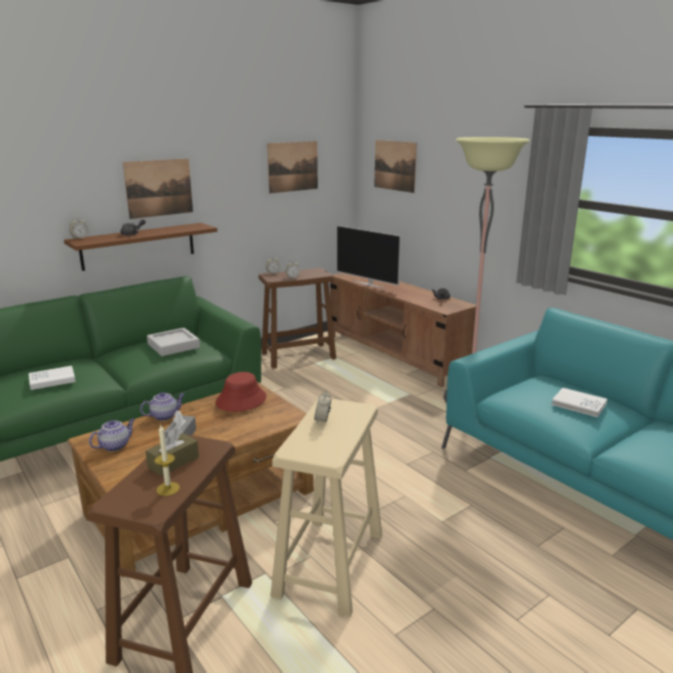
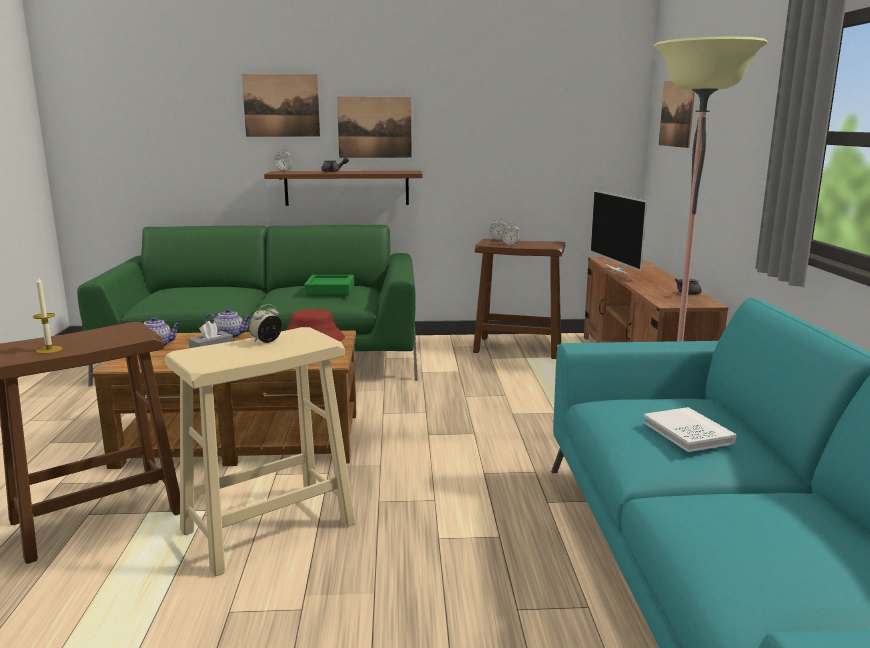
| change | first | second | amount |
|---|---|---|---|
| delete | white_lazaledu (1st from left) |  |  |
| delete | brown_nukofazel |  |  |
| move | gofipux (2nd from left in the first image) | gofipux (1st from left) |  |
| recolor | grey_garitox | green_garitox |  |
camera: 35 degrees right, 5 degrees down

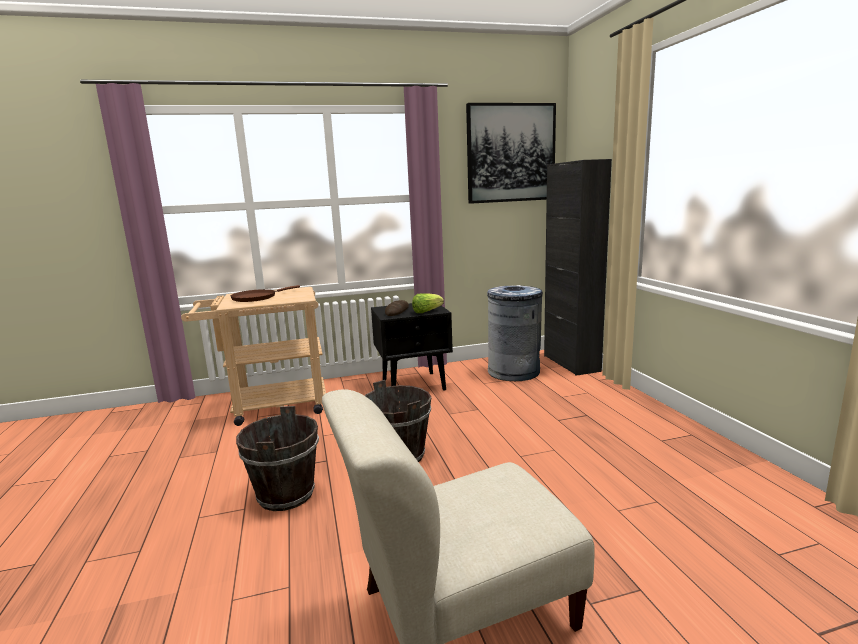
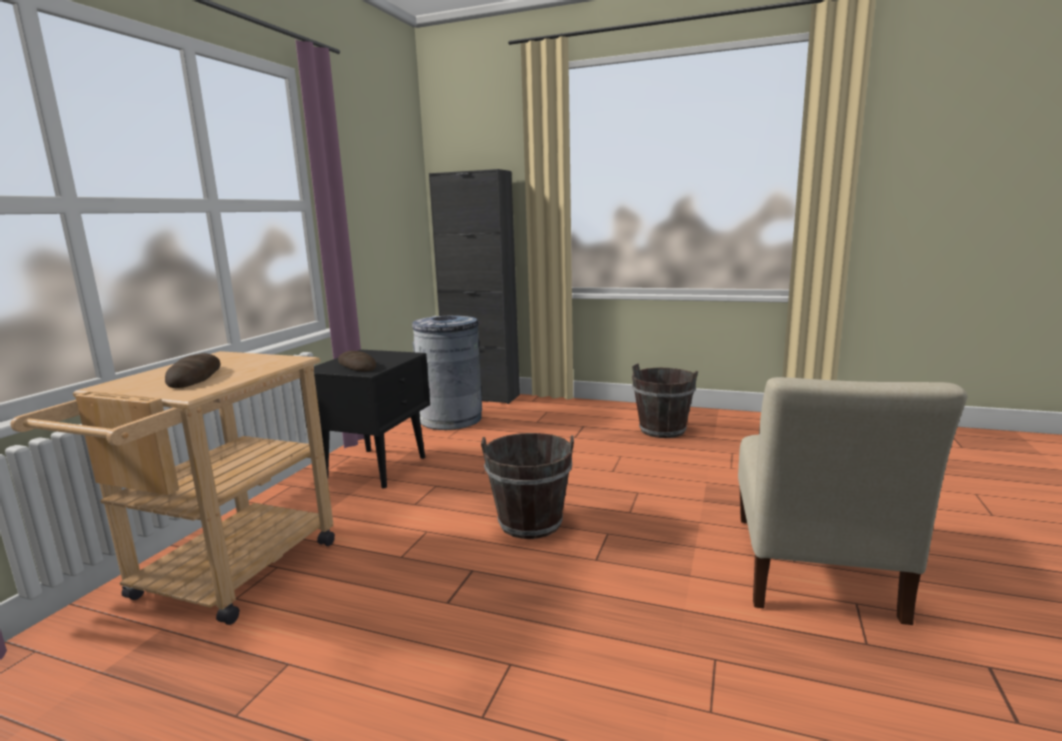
| change | first | second | amount |
|---|---|---|---|
| delete | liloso |  |  |
| delete | gofipux |  |  |
| move | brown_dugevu (1st from left in the first image) | brown_dugevu (2nd from left) |  |
| replace | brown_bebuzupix | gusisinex (1st from left) |  |
camera: 55 degrees left, 0 degrees up

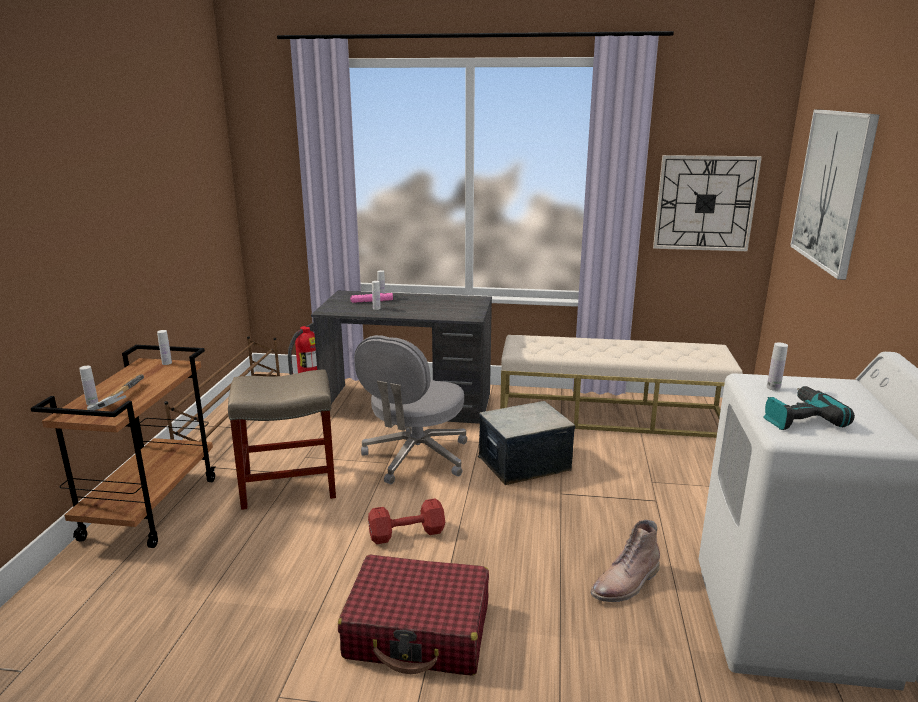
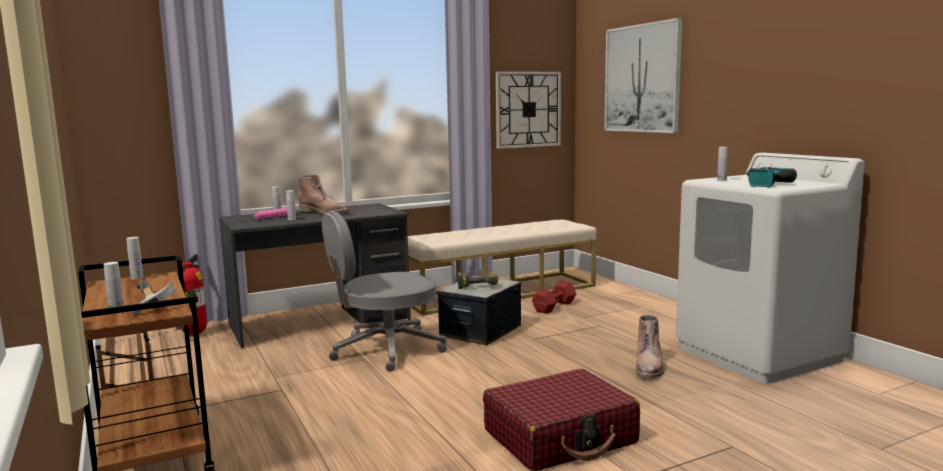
| change | first | second | amount |
|---|---|---|---|
| delete | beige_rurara |  |  |
| insert |  | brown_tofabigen (1st from left) |  |
| insert |  | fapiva (1st from left) |  |
| move | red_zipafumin |  |  |
| rotate | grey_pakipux |  | 75 degrees clockwise |
camera: 35 degrees left, 10 degrees down

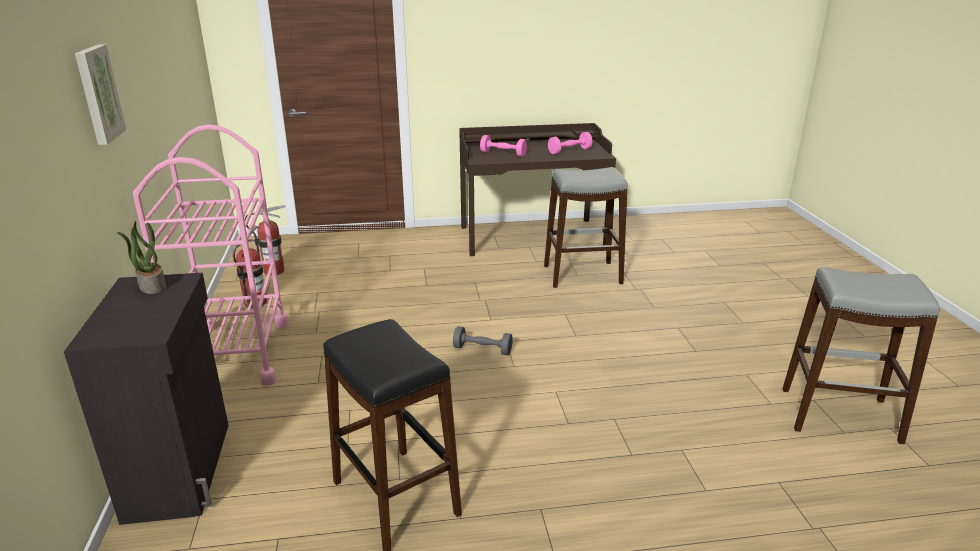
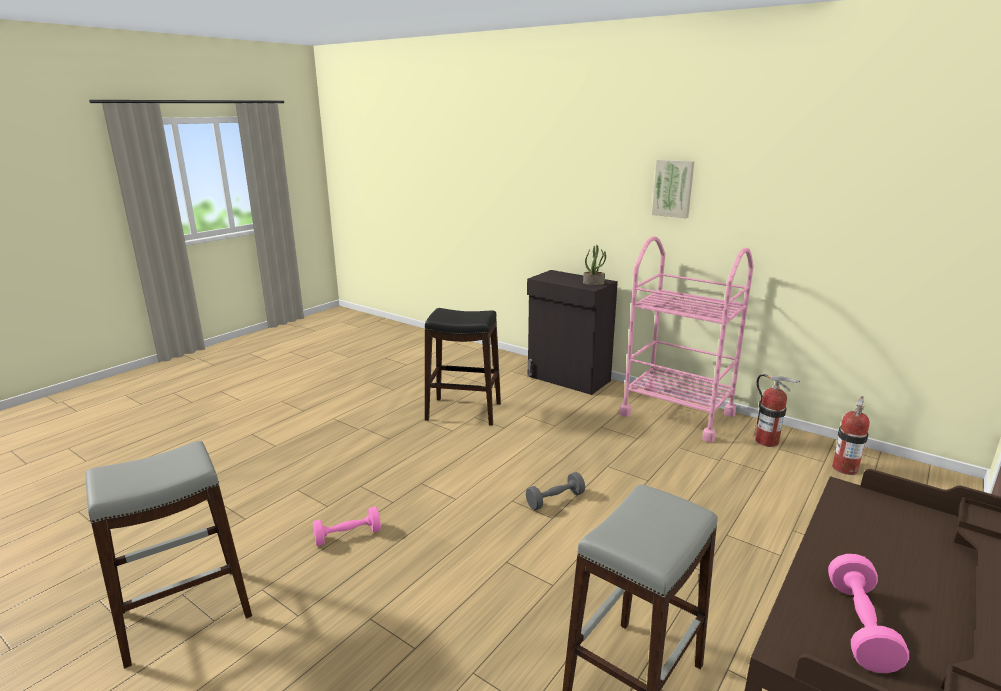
| change | first | second | amount |
|---|---|---|---|
| move | pink_zipafumin (1st from left) |  |  |
camera: 135 degrees right, 5 degrees down

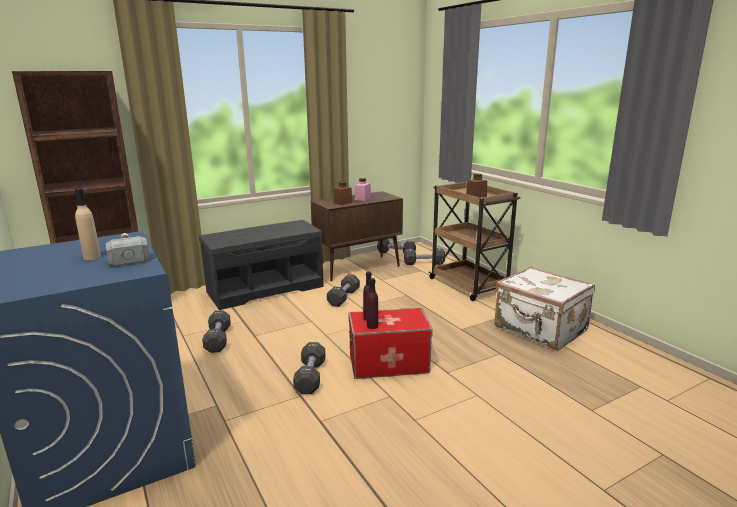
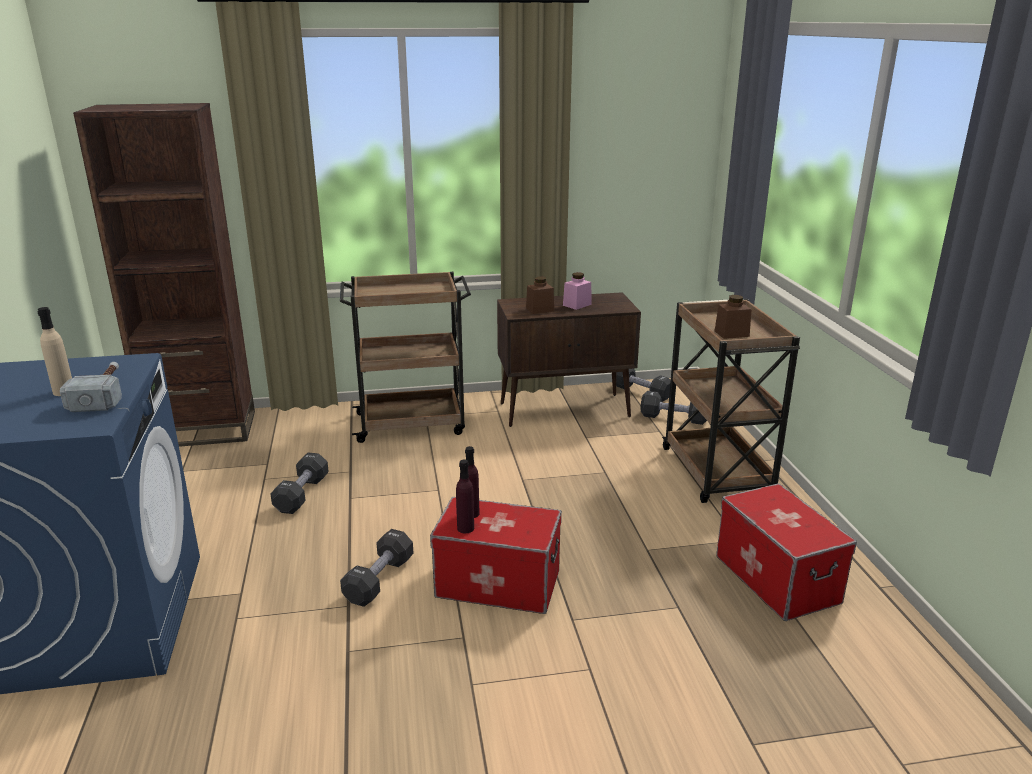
| change | first | second | amount |
|---|---|---|---|
| delete | black_zipafumin (3rd from left) |  |  |
| replace | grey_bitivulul | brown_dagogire (1st from left) |  |
| replace | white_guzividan | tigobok (2nd from left) |  |
camera: 20 degrees right, 5 degrees up

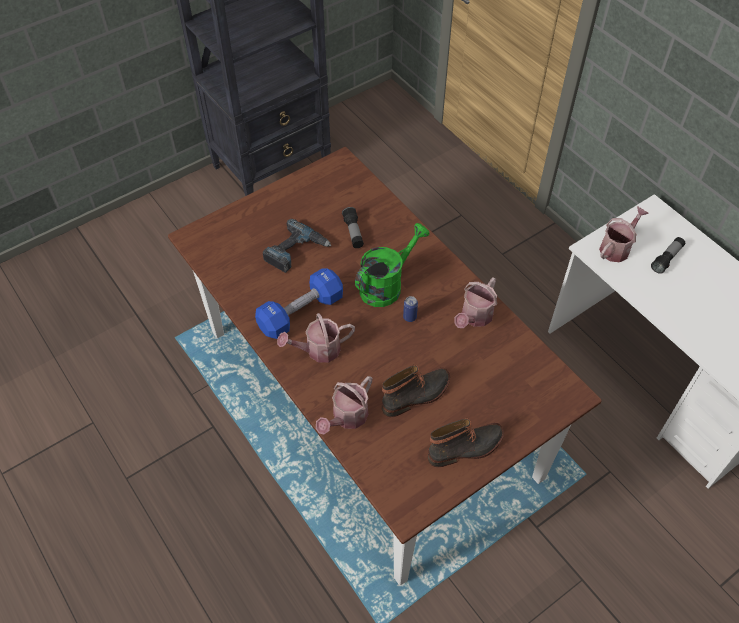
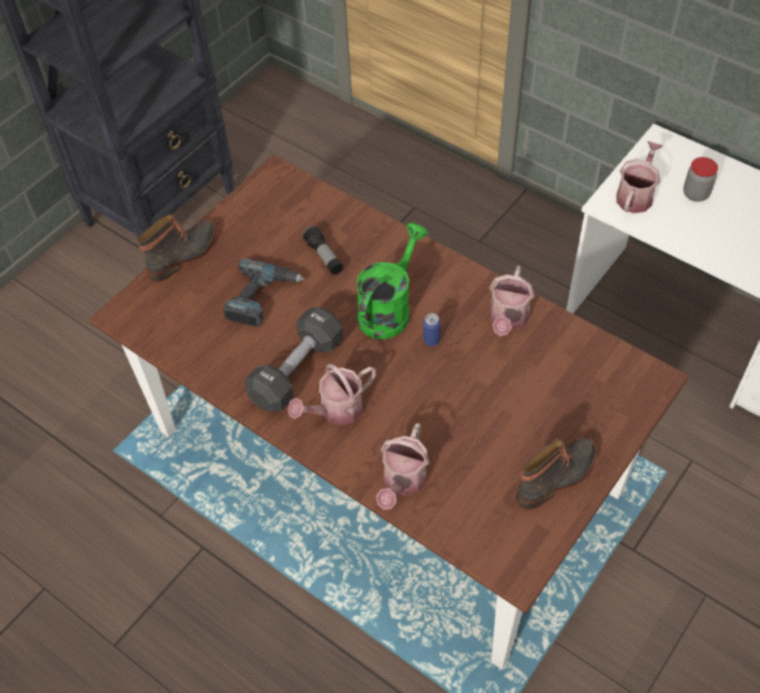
| change | first | second | amount |
|---|---|---|---|
| move | tofabigen (1st from left) |  |  |
| replace | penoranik (2nd from left) | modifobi |  |
| recolor | blue_zipafumin | black_zipafumin |  |
camera: 15 degrees left, 0 degrees up

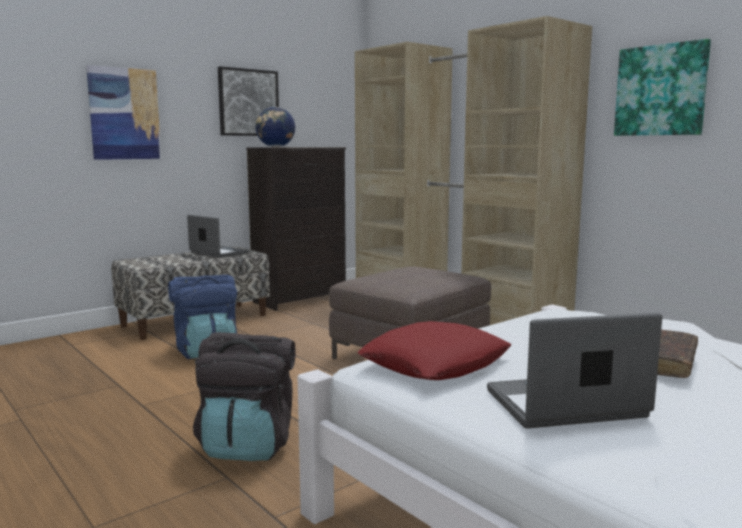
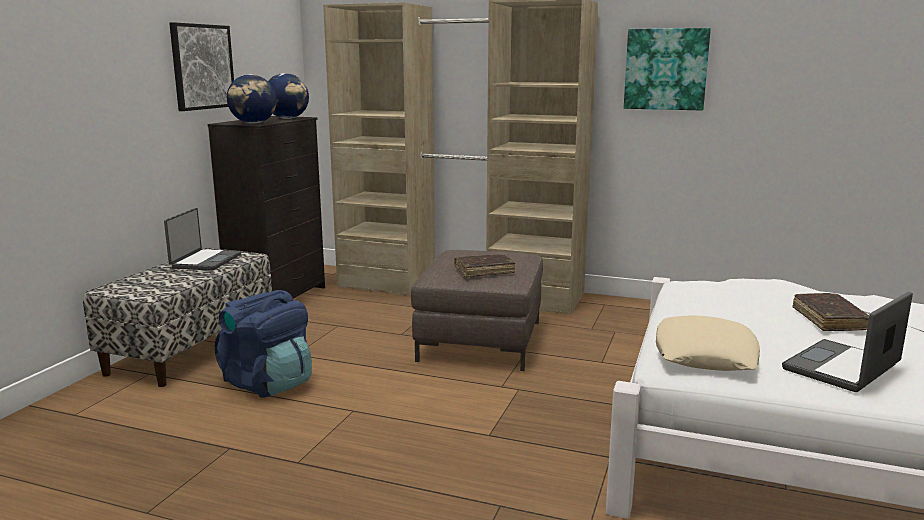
| change | first | second | amount |
|---|---|---|---|
| delete | gofipux (1st from left) |  |  |
| delete | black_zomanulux |  |  |
| insert |  | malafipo (2nd from left) |  |
| insert |  | brown_lazaledu (1st from left) |  |
| recolor | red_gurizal | beige_gurizal |  |
| rotate | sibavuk (1st from left) |  | 90 degrees clockwise |
camera: 30 degrees left, 5 degrees up

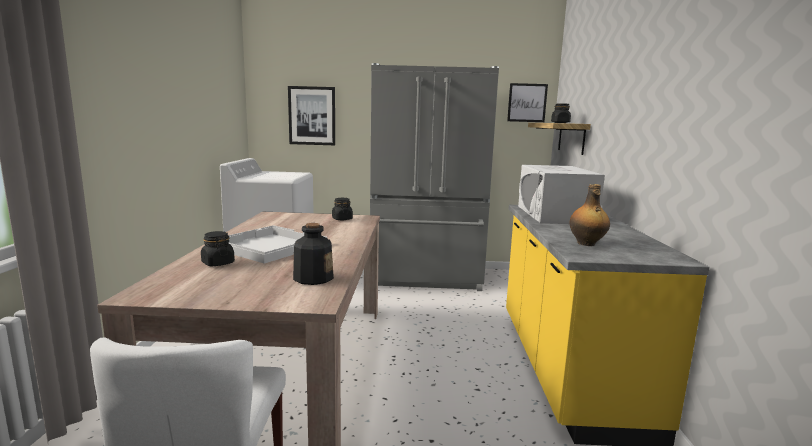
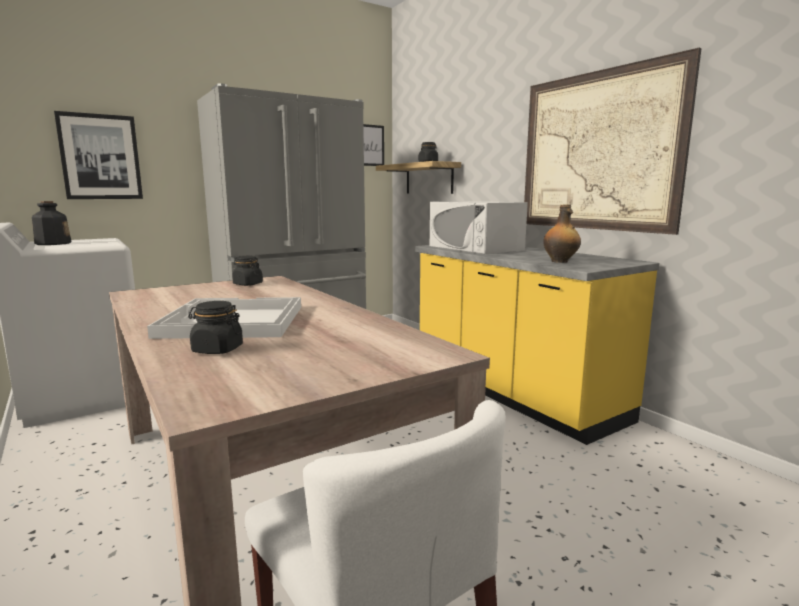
| change | first | second | amount |
|---|---|---|---|
| insert |  | gofipux (3rd from left) |  |
| move | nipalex (1st from left) |  |  |
camera: 35 degrees left, 0 degrees up

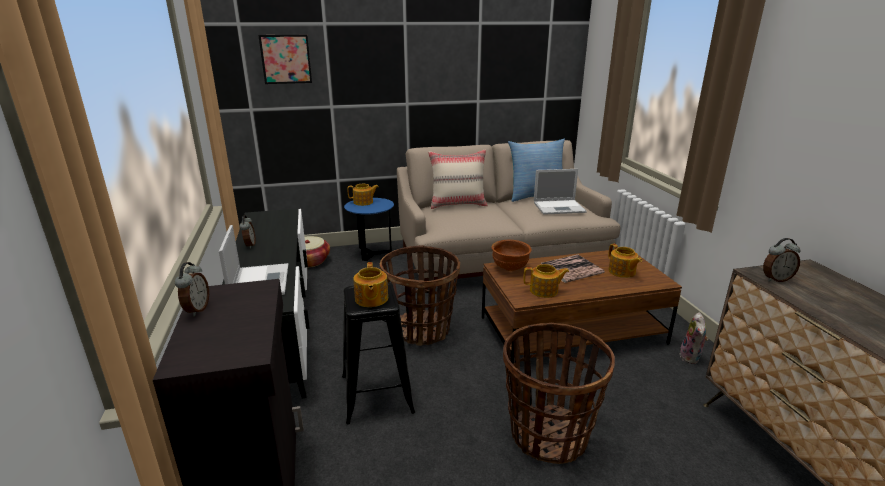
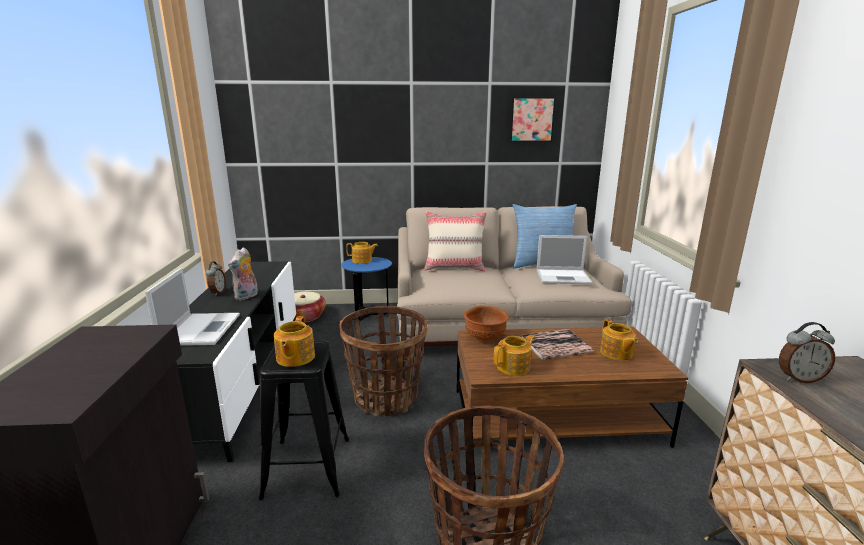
| change | first | second | amount |
|---|---|---|---|
| delete | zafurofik (1st from left) |  |  |
| move | gofipux |  |  |
| move | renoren |  |  |
| rotate | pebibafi (3rd from left) |  | 45 degrees counterclockwise |
camera: 10 degrees right, 5 degrees down

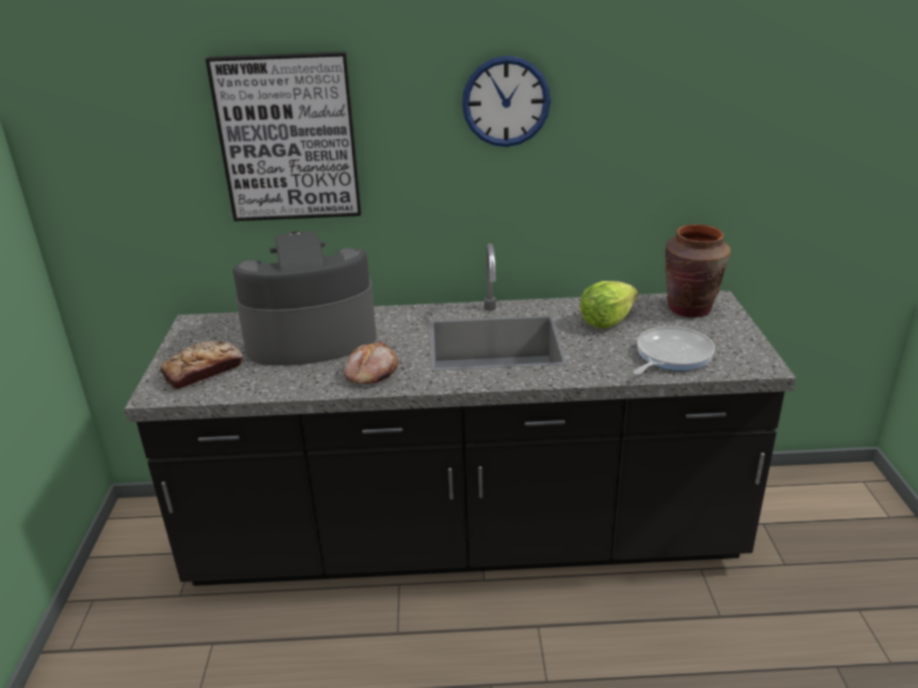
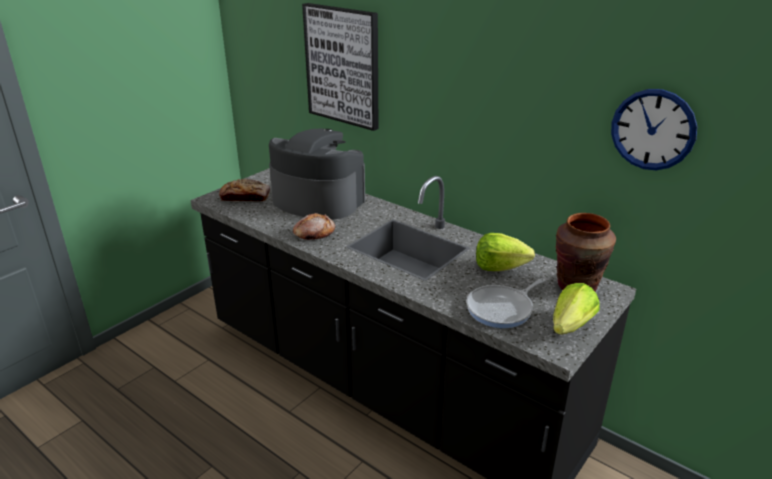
| change | first | second | amount |
|---|---|---|---|
| insert |  | liloso (2nd from left) |  |
| move | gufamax |  |  |
| rotate | bebuzupix |  | 150 degrees clockwise |
camera: 40 degrees right, 0 degrees up

